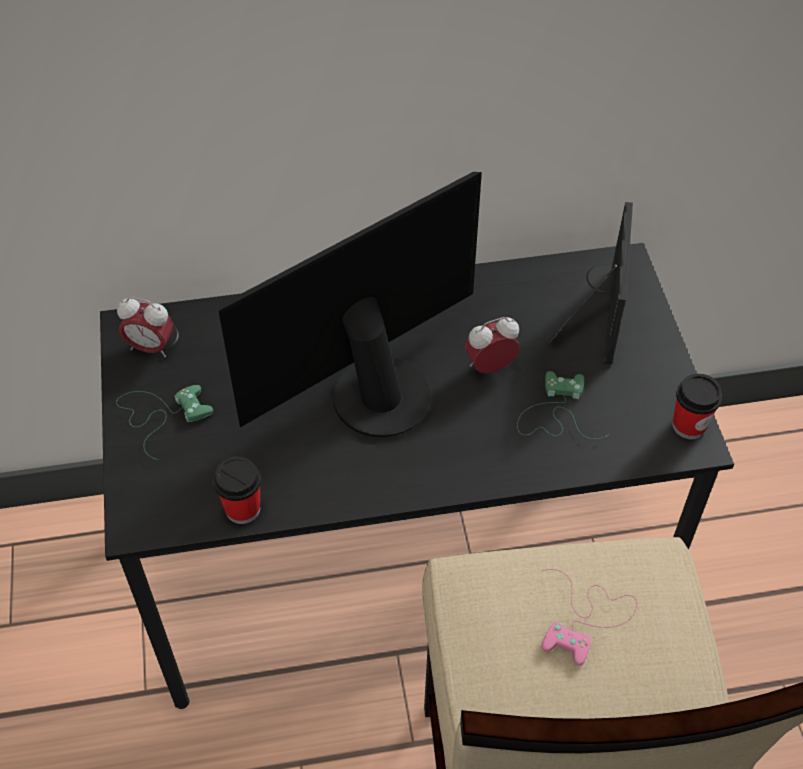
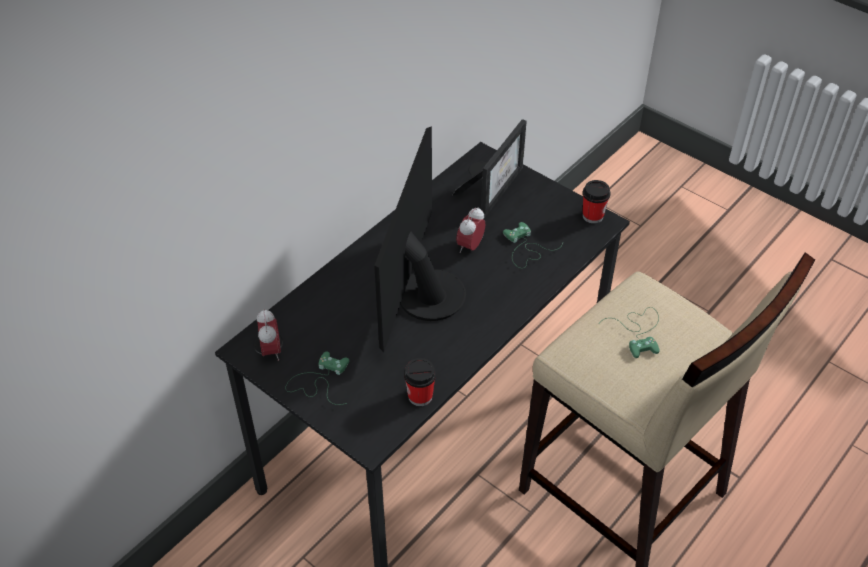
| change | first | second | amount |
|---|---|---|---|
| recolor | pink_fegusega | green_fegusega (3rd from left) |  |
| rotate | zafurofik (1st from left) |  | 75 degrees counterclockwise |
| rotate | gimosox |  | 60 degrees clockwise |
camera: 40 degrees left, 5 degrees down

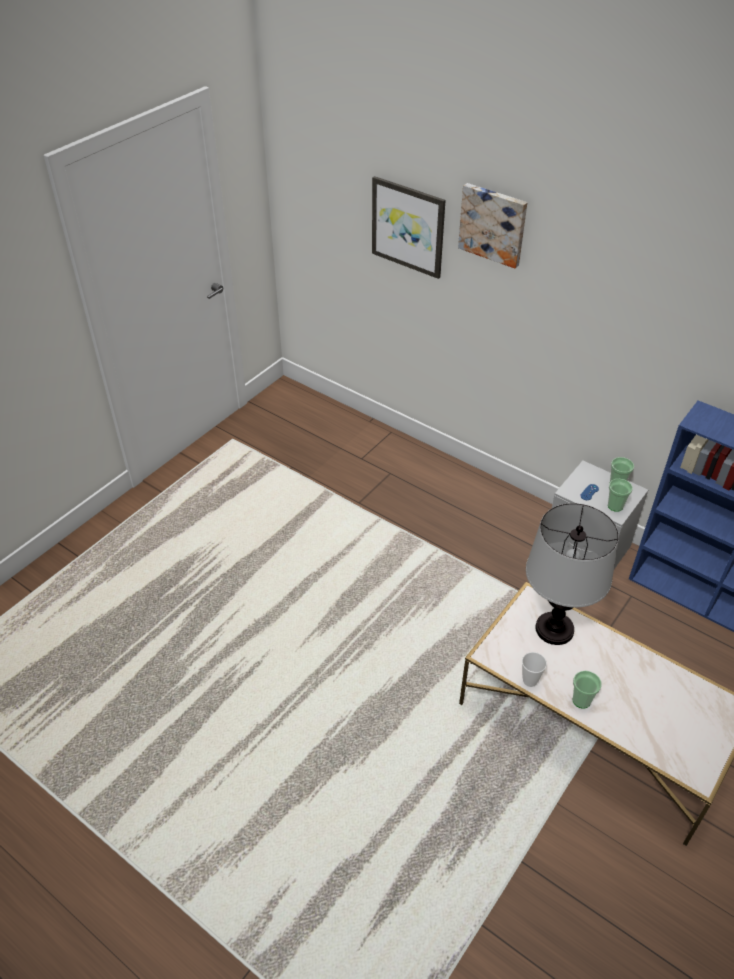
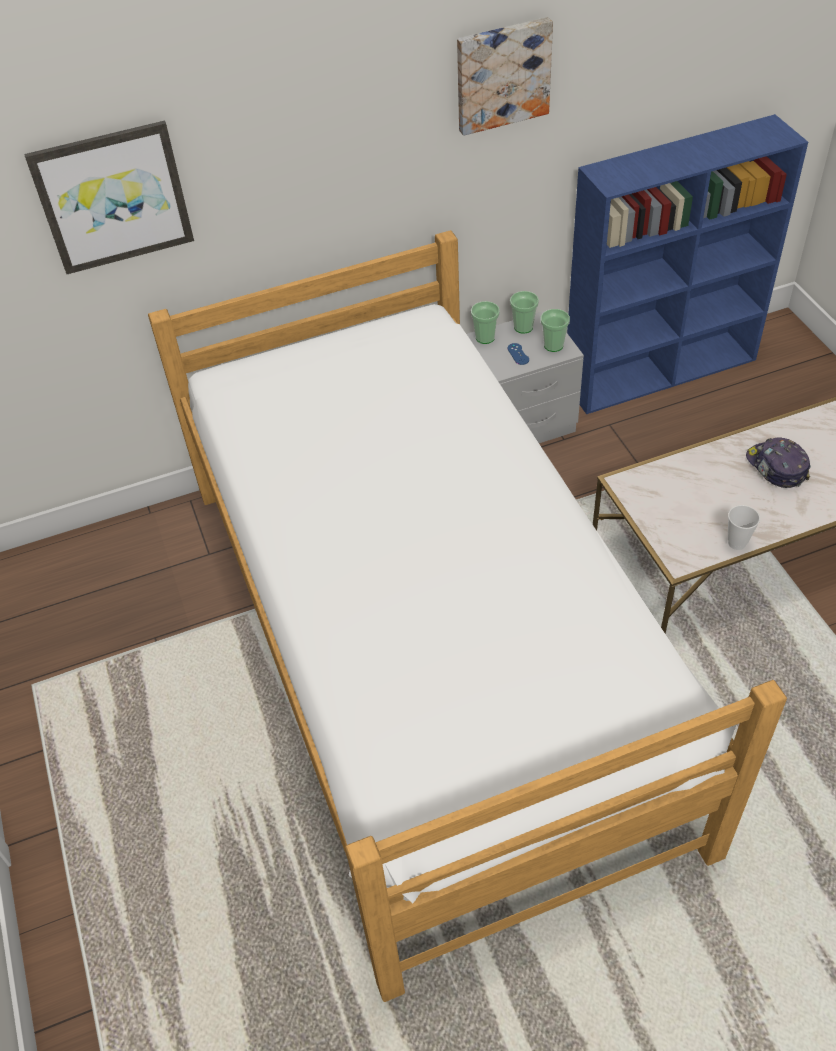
| change | first | second | amount |
|---|---|---|---|
| delete | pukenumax |  |  |
| insert |  | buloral |  |
| insert |  | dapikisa |  |
| move | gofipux (2nd from left) |  |  |
| move | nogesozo (2nd from left in the first image) | nogesozo (1st from left) |  |
camera: 55 degrees left, 5 degrees up

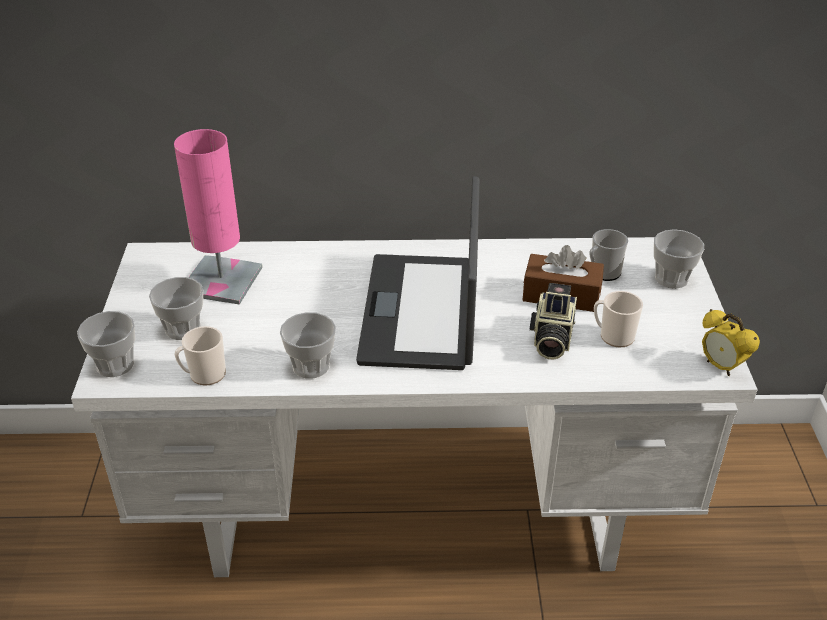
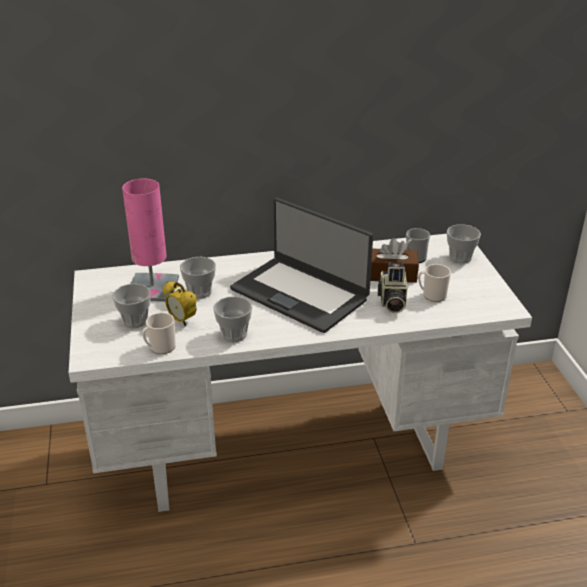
| change | first | second | amount |
|---|---|---|---|
| move | nogesozo (1st from left in the first image) | nogesozo (2nd from left) |  |
| move | zafurofik |  |  |
| rotate | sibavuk |  | 45 degrees counterclockwise |
camera: 10 degrees left, 5 degrees down

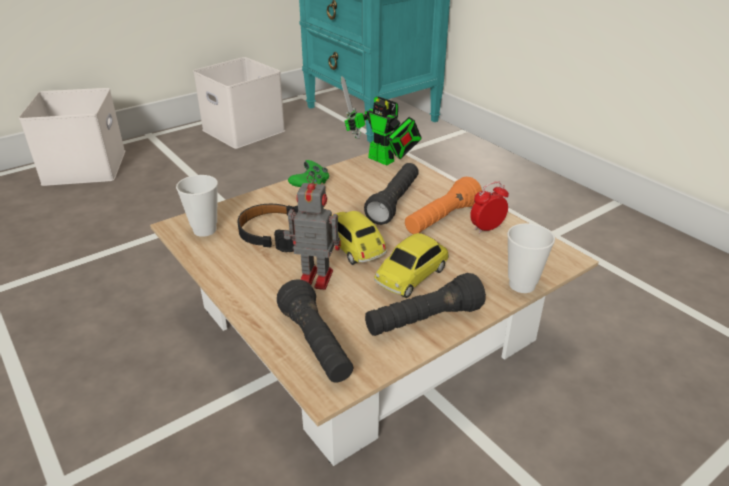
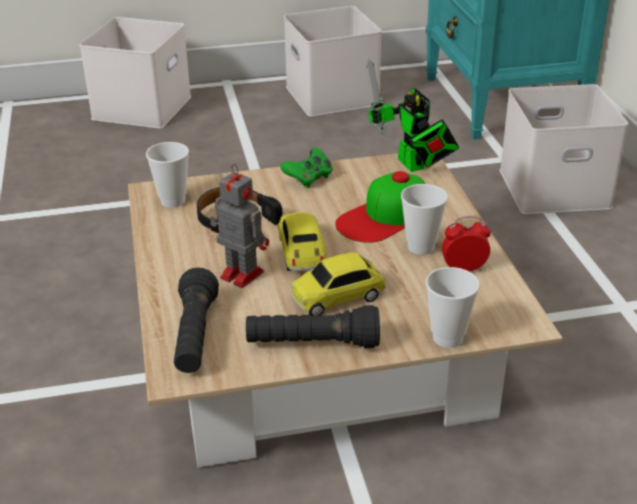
| change | first | second | amount |
|---|---|---|---|
| insert |  | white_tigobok (3rd from left) |  |
| replace | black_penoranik (2nd from left) | dapikisa |  |
| replace | orange_penoranik | nogesozo (2nd from left) |  |
camera: 25 degrees right, 0 degrees up

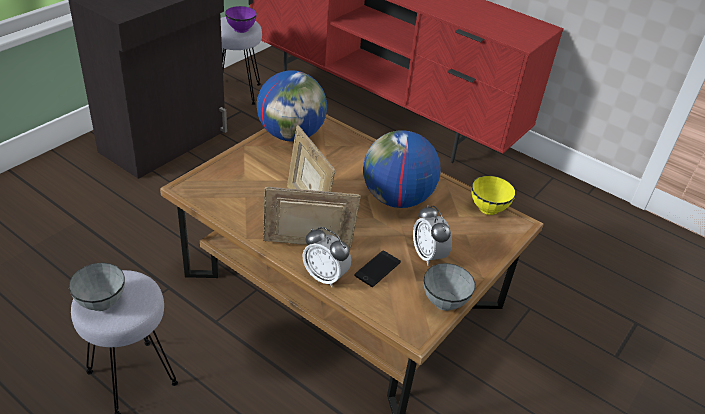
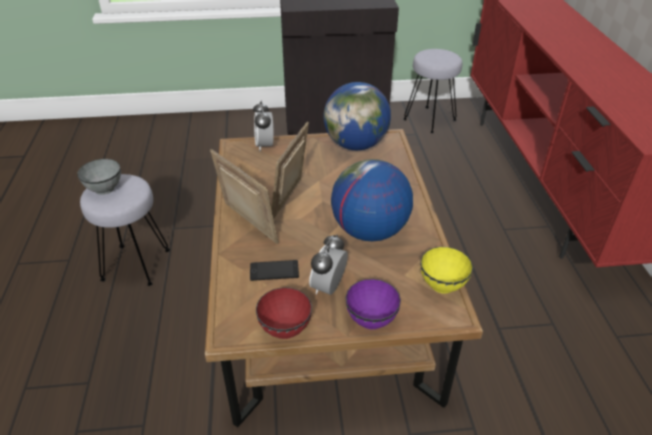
| change | first | second | amount |
|---|---|---|---|
| move | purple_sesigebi |  |  |
| move | zafurofik (1st from left) |  |  |
| recolor | grey_sesigebi (2nd from left) | red_sesigebi |  |
camera: 50 degrees right, 0 degrees up

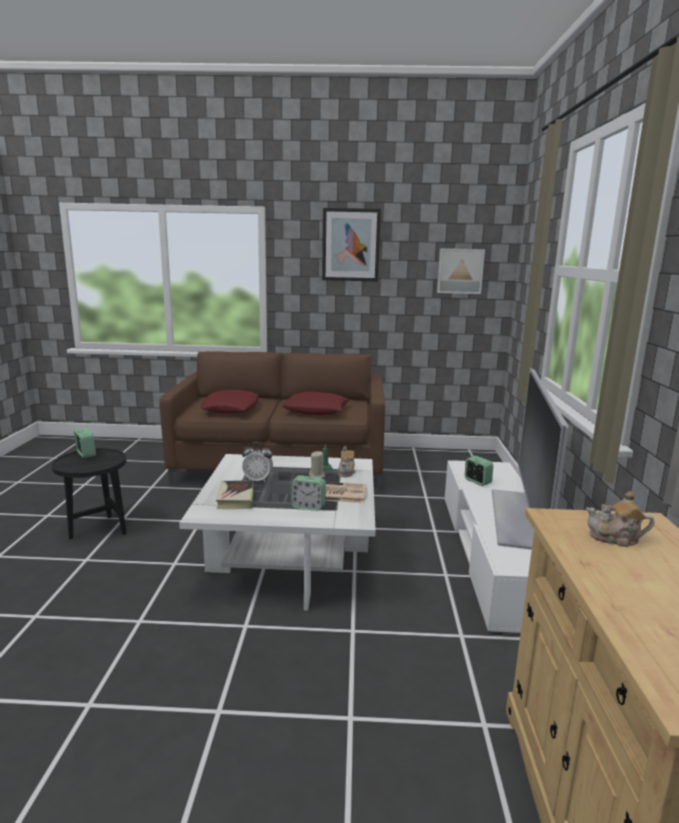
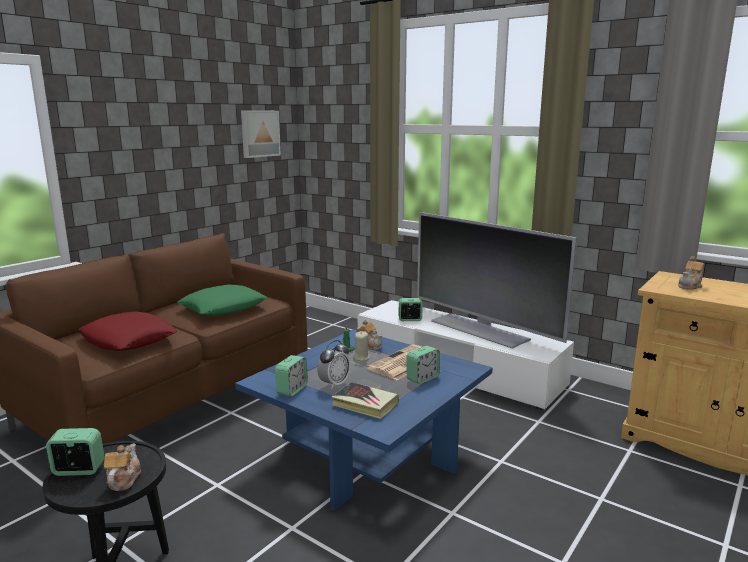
| change | first | second | amount |
|---|---|---|---|
| delete | gofipux (1st from left) |  |  |
| insert |  | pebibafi (1st from left) |  |
| insert |  | zafurofik (2nd from left) |  |
| recolor | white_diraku | blue_diraku |  |
| recolor | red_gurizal (2nd from left) | green_gurizal |  |
camera: 55 degrees left, 0 degrees up

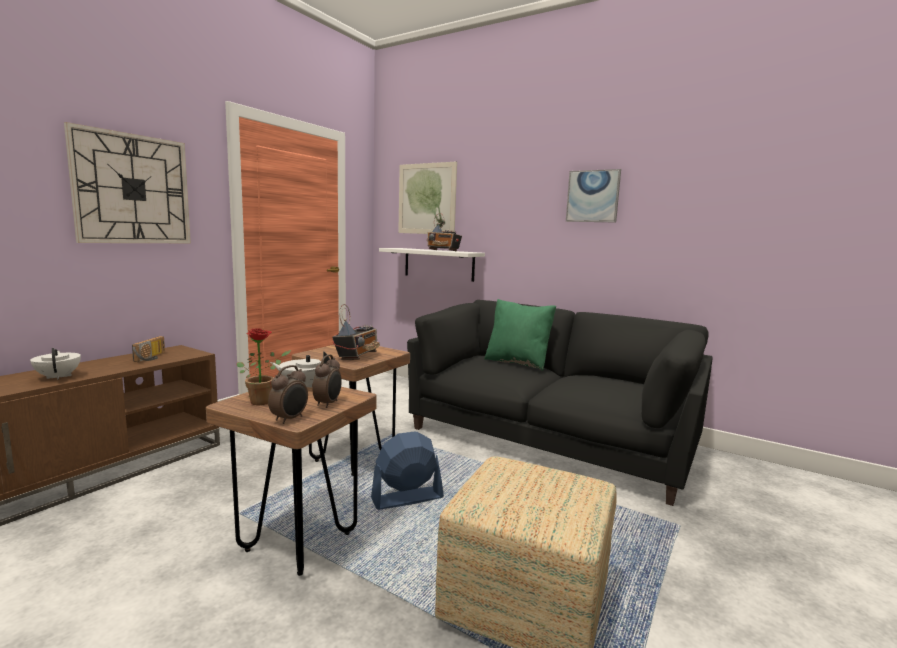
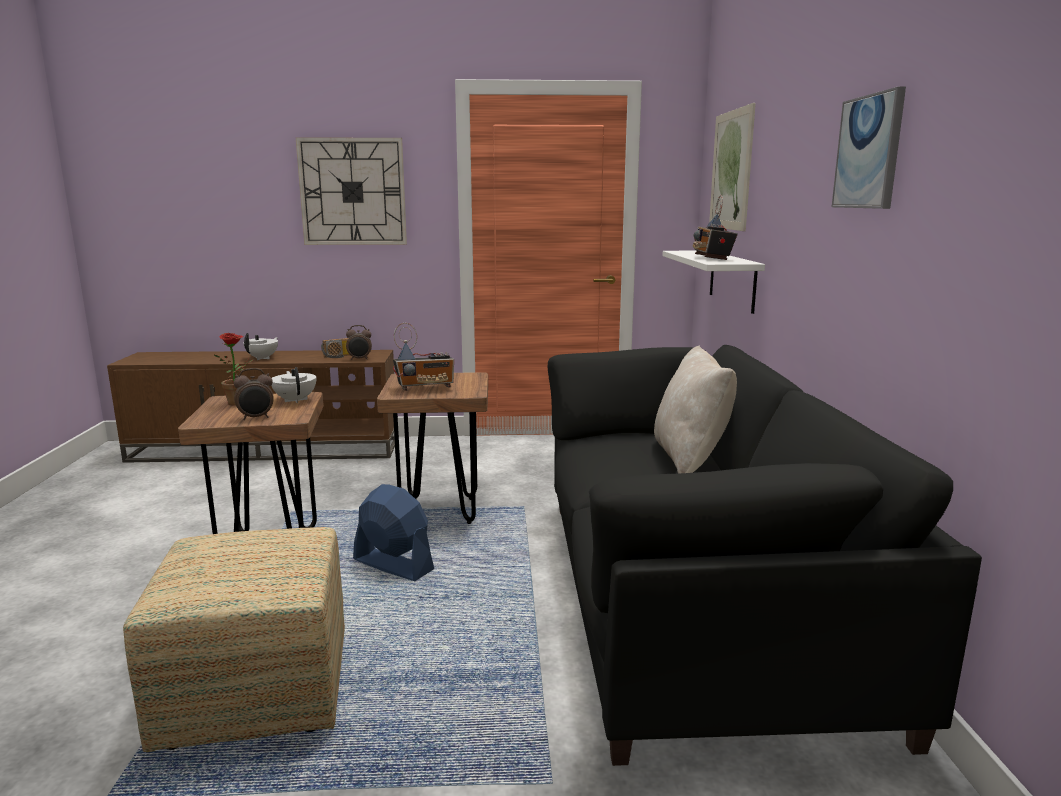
| change | first | second | amount |
|---|---|---|---|
| move | zafurofik (1st from left in the first image) | zafurofik (2nd from left) |  |
| recolor | green_gurizal | beige_gurizal |  |
camera: 55 degrees right, 5 degrees up

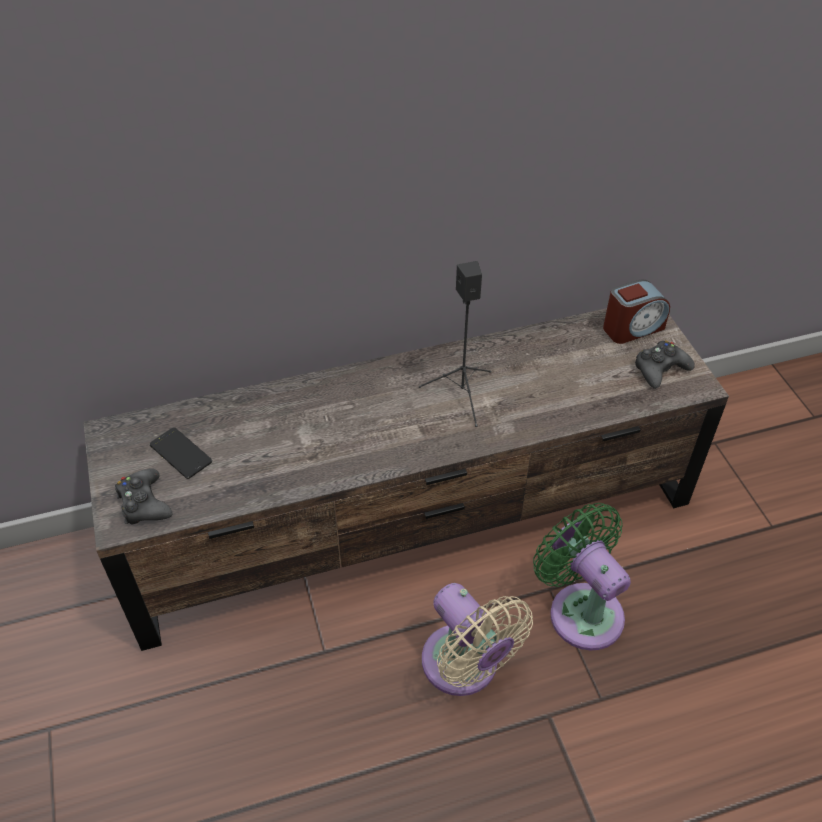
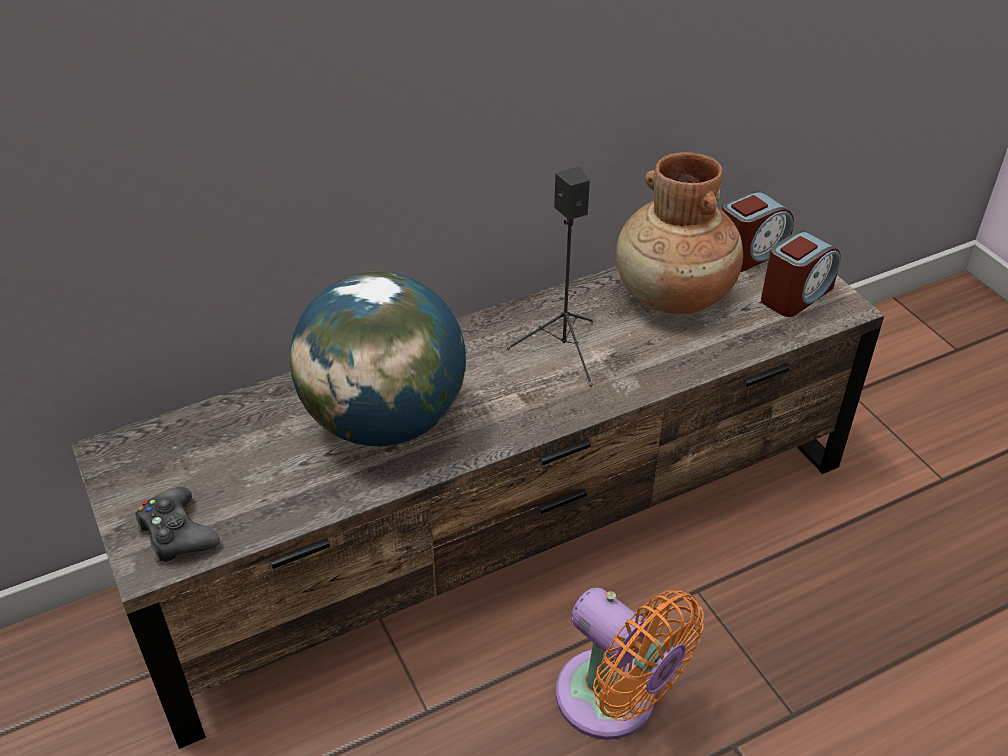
| change | first | second | amount |
|---|---|---|---|
| delete | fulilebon |  |  |
| delete | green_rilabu |  |  |
| insert |  | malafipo |  |
| insert |  | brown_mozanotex |  |
| replace | black_fegusega (2nd from left) | zafurofik (2nd from left) |  |
| recolor | beige_rilabu | orange_rilabu |  |
camera: 10 degrees left, 5 degrees down

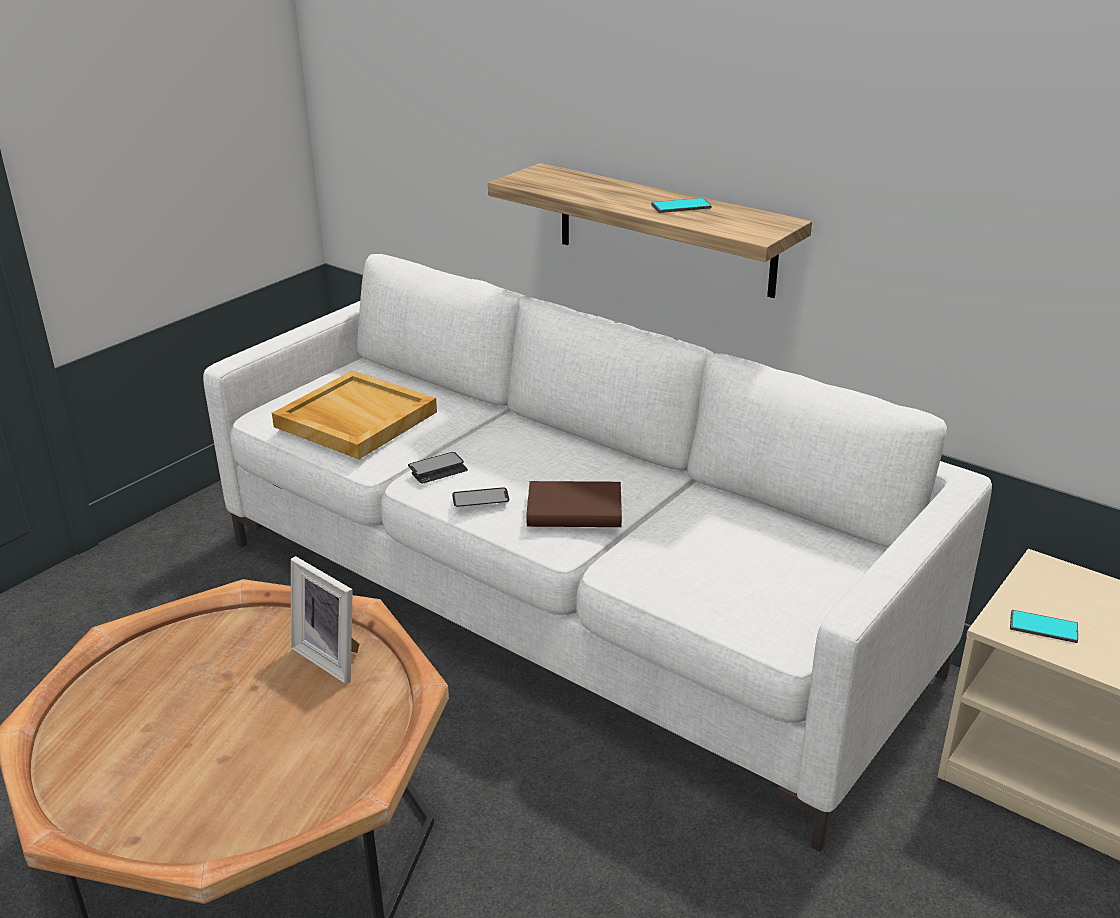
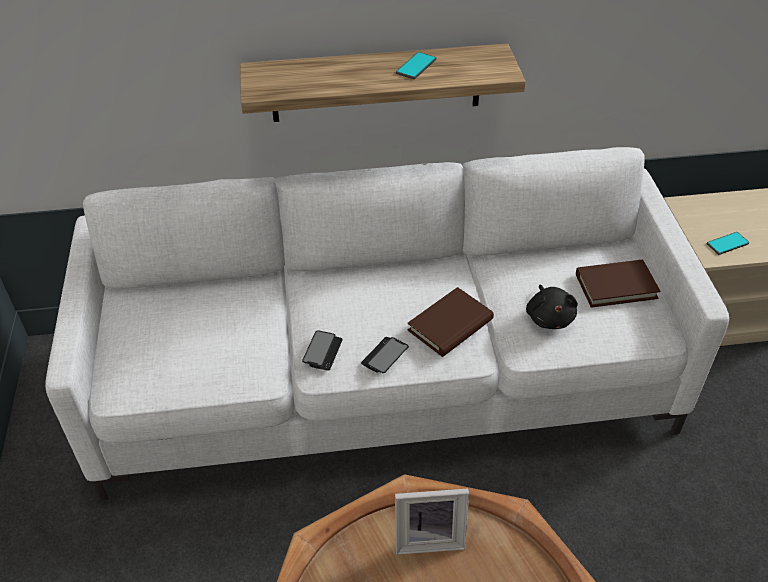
| change | first | second | amount |
|---|---|---|---|
| delete | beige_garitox |  |  |
| insert |  | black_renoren |  |
| insert |  | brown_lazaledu (2nd from left) |  |
camera: 45 degrees left, 15 degrees up

